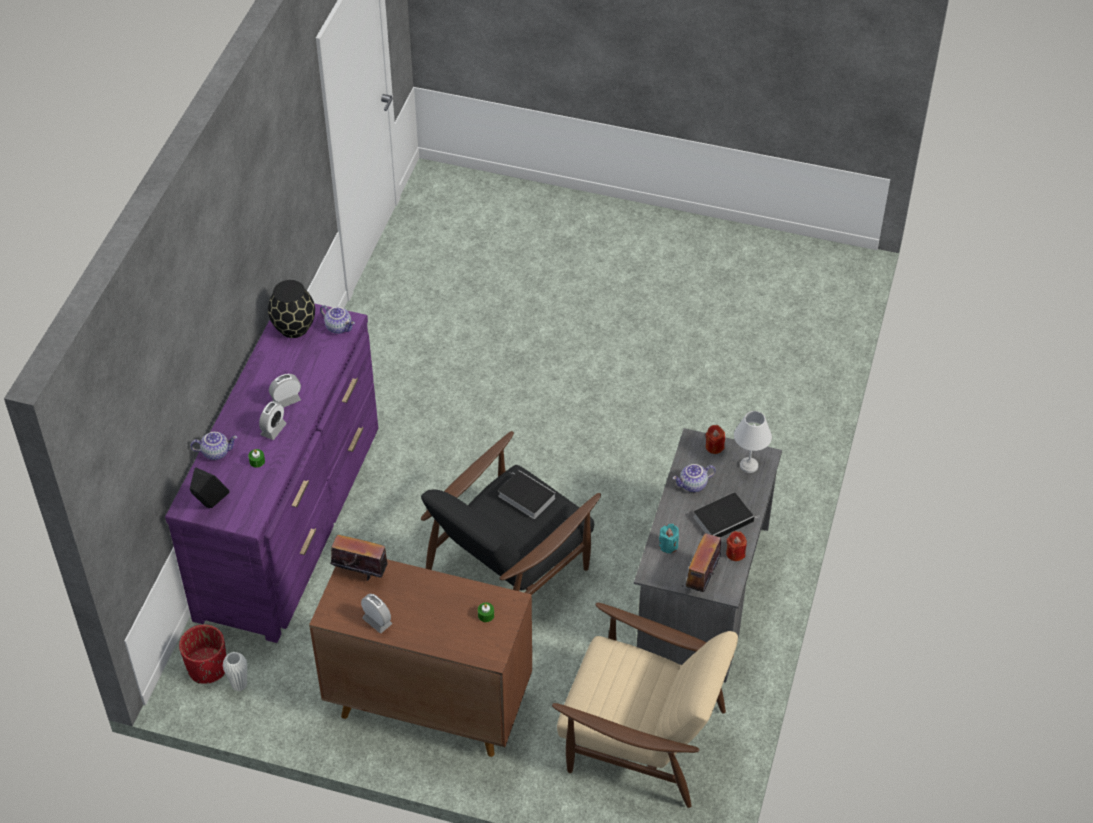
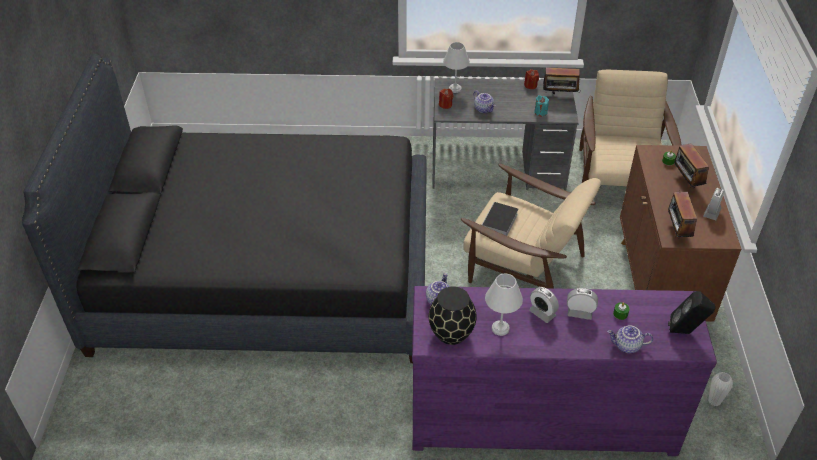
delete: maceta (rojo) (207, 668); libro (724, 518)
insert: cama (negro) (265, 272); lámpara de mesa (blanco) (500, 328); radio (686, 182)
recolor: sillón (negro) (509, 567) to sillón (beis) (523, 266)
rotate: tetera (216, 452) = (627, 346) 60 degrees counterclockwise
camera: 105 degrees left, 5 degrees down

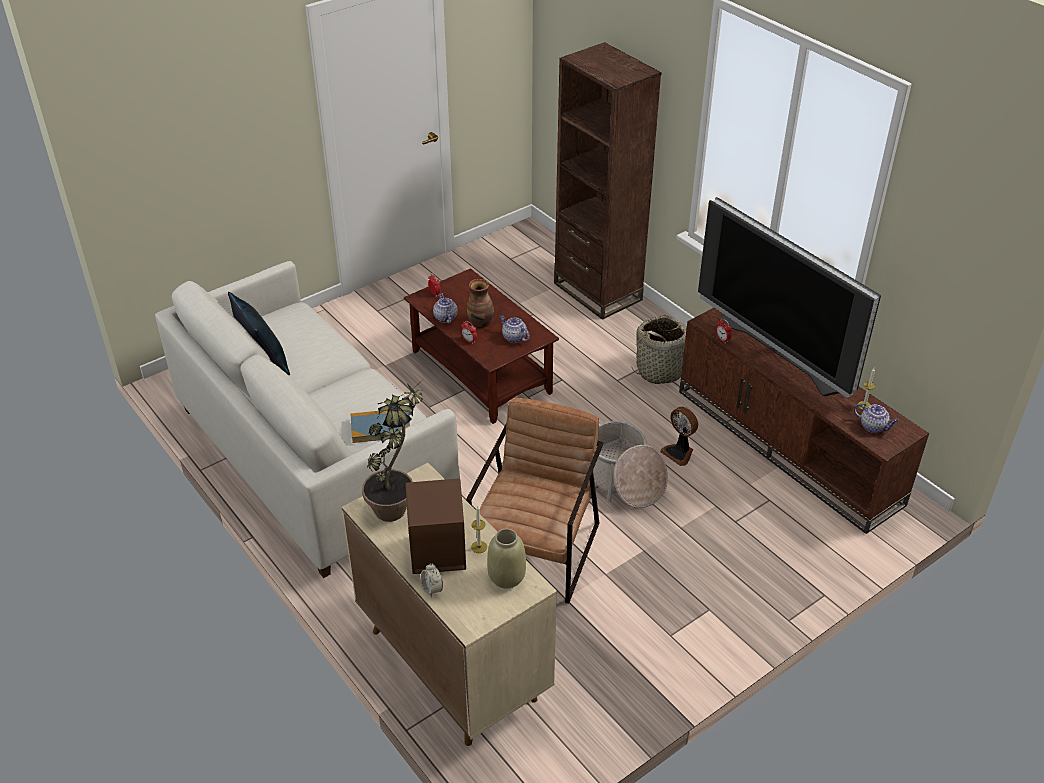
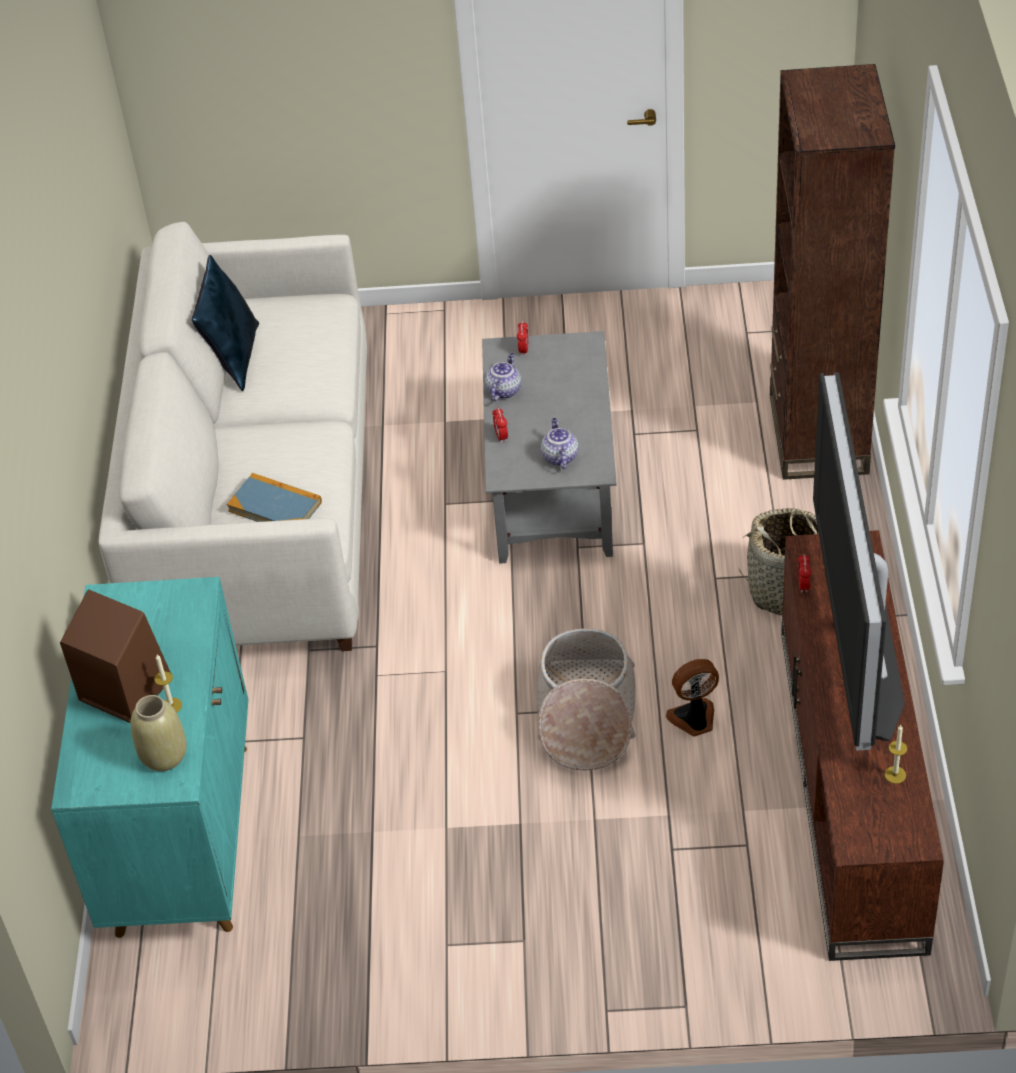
delete: planta en maceta (397, 503); despertador (432, 589); florero (481, 323); sillón (marrón) (536, 550); tetera (873, 427)
recolor: armario (beis) (452, 663) to armario (turquesa) (183, 836); mesa de centro (marrón) (480, 371) to mesa de centro (gris) (551, 483)
rotate: ventilador (679, 453) = (694, 719) 75 degrees clockwise
camera: 40 degrees right, 5 degrees up

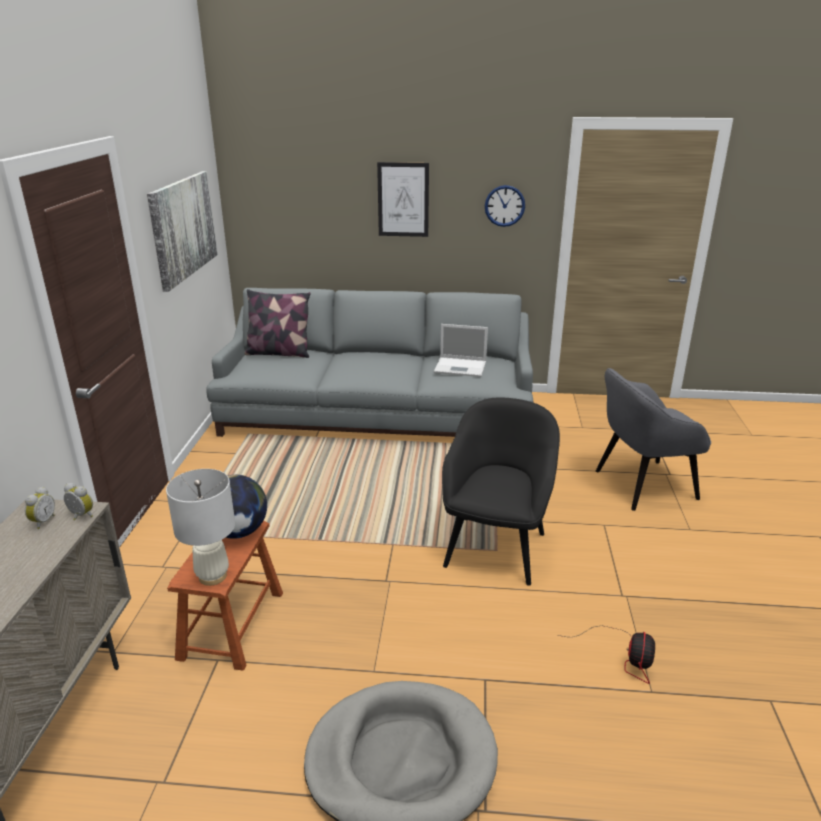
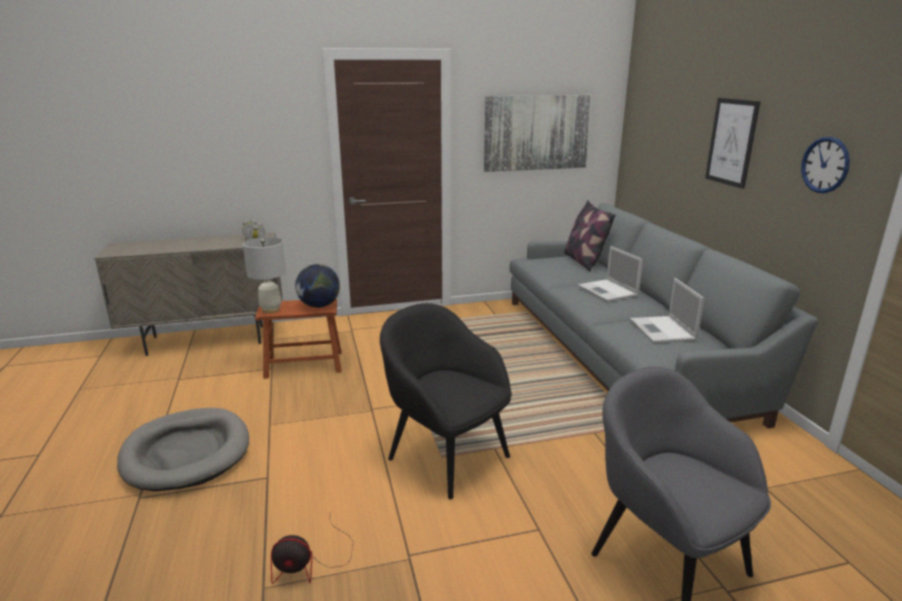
insert: portátil (608, 291)
rotate: sillón (negro) (496, 547) = (446, 456) 135 degrees counterclockwise
camera: 70 degrees right, 5 degrees down

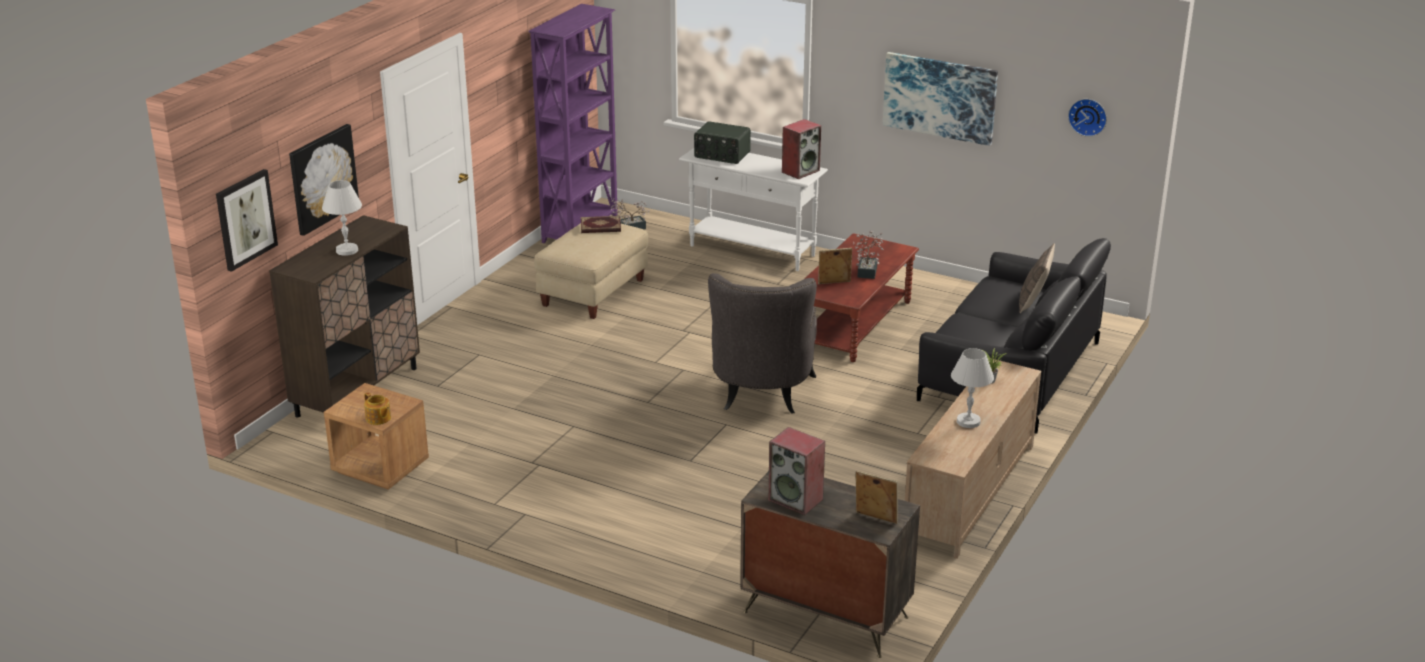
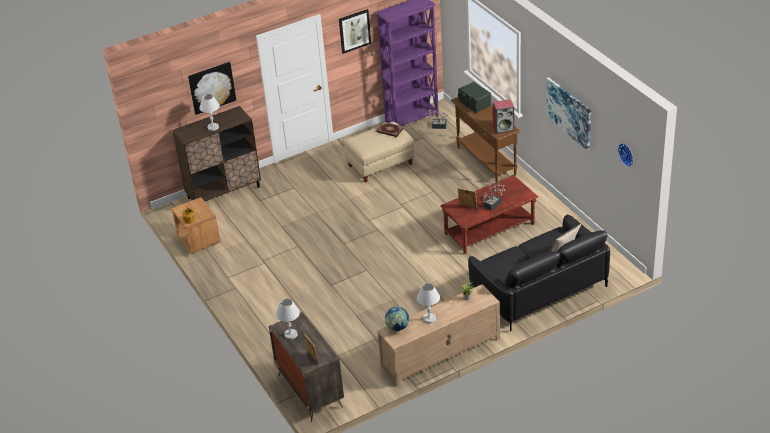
delete: sillón (gris) (761, 395)
insert: globo terráqueo (397, 328)
move: cuadro (245, 219) to (354, 30)
replace: altavoz (796, 499) to lámpara de mesa (blanco) (291, 334)
recolor: mesa consola (blanco) (752, 251) to mesa consola (marrón) (486, 161)
camera: 35 degrees right, 10 degrees up

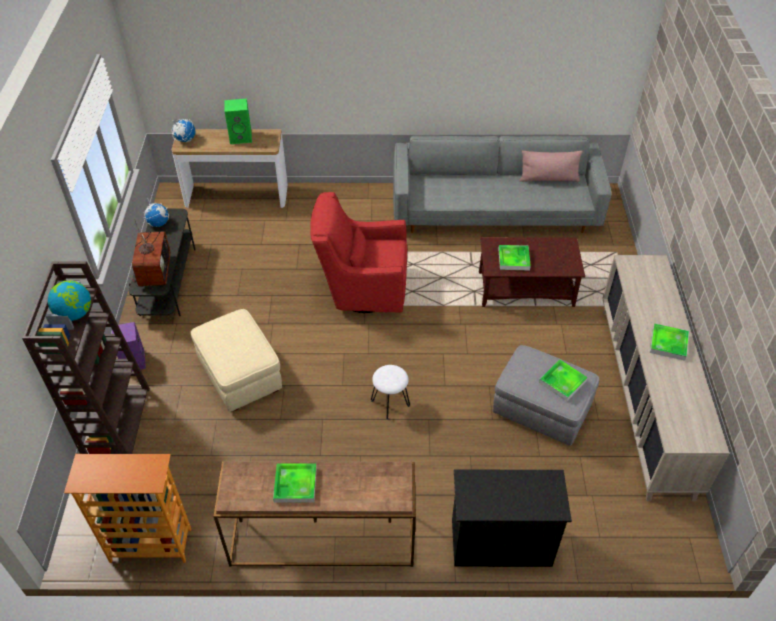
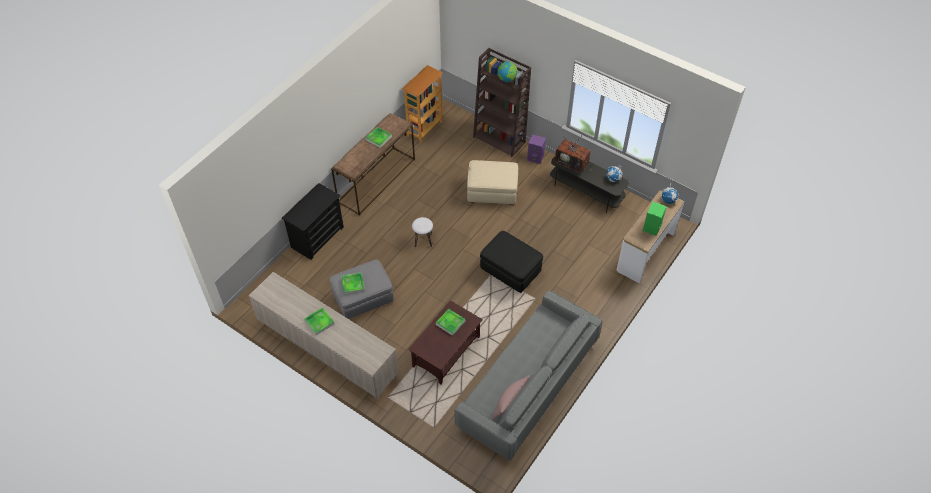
replace: sillón (rojo) (362, 290) to puf (negro) (510, 271)
camera: 125 degrees right, 5 degrees up

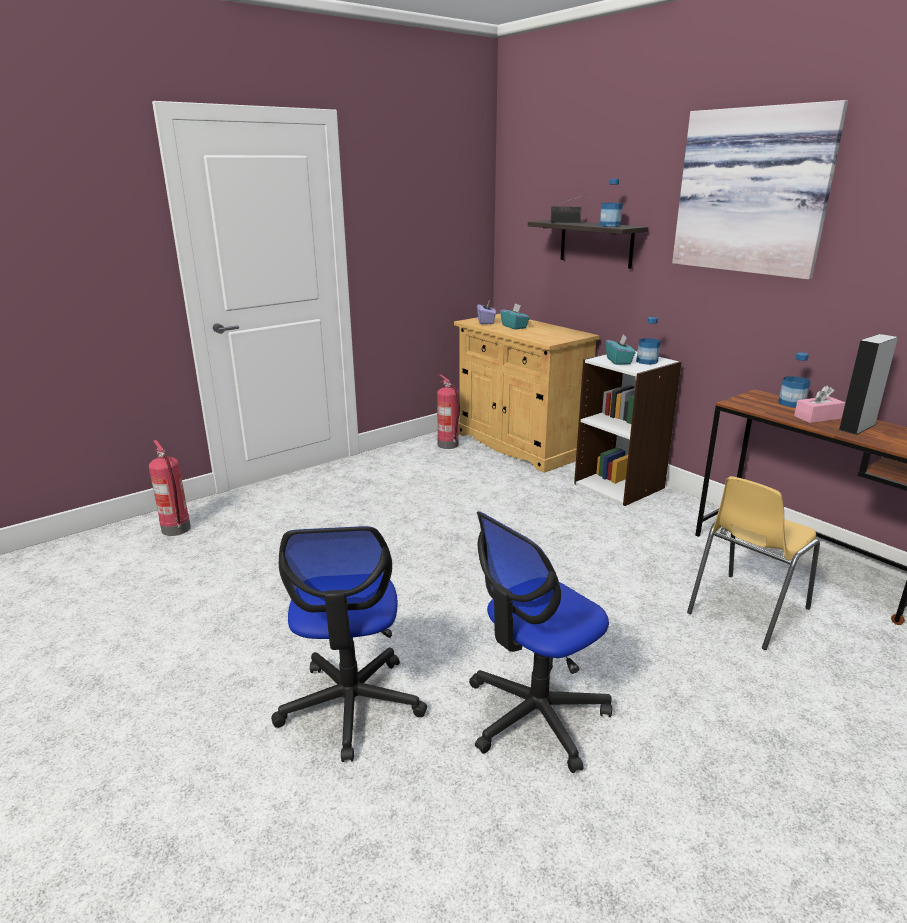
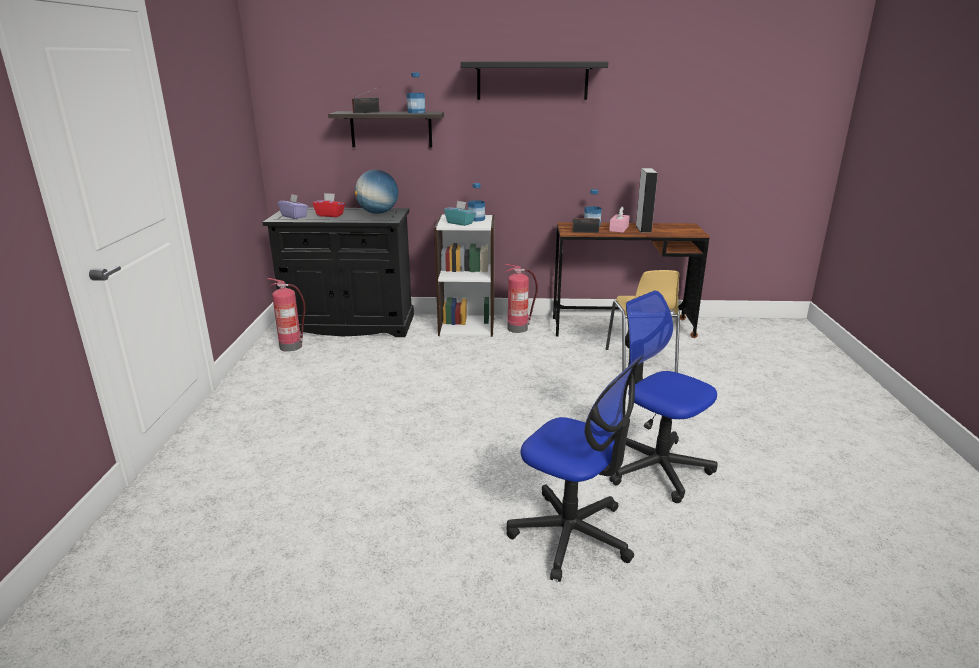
insert: globo terráqueo (378, 213); radio (587, 232)
move: extintor (177, 529) to (518, 328)
replace: cuadro (754, 191) to estante (negro) (532, 80)
recolor: armario (beis) (519, 444) to armario (negro) (349, 325); caja de pañuelos (turquesa) (514, 327) to caja de pañuelos (rojo) (330, 215)
rotate: silla de oficina (535, 715) = (657, 467) 135 degrees clockwise
camera: 50 degrees left, 0 degrees up

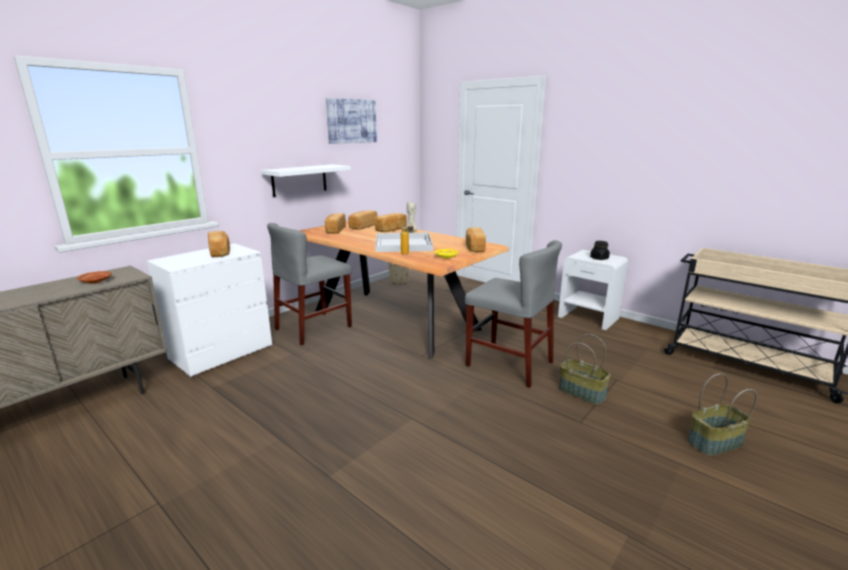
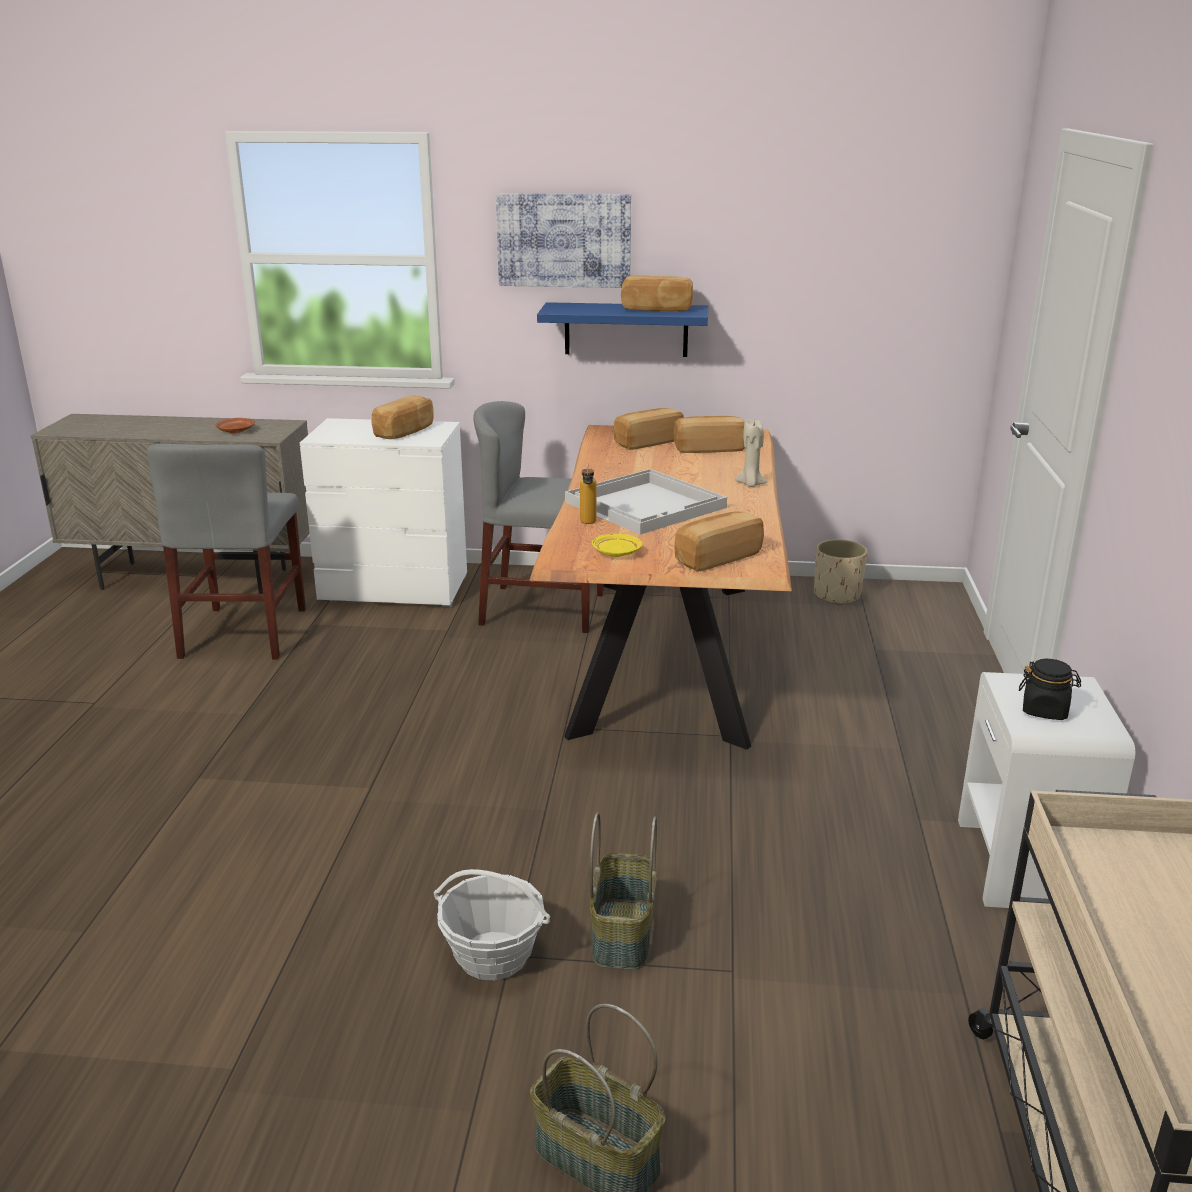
insert: cesta (493, 955)
move: cuadro (351, 121) to (564, 240); pan (392, 229) to (656, 309); silla (gris) (509, 364) to (244, 632)
recolor: estante (blanco) (299, 180) to estante (azul) (626, 329)
camera: 55 degrees right, 5 degrees up

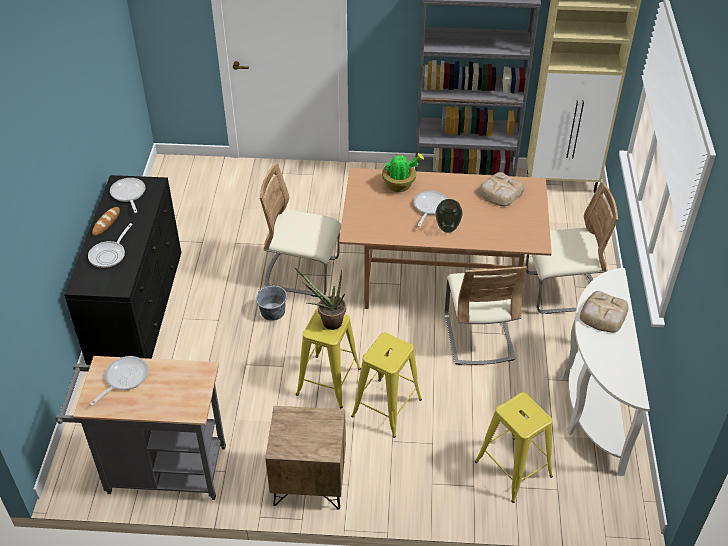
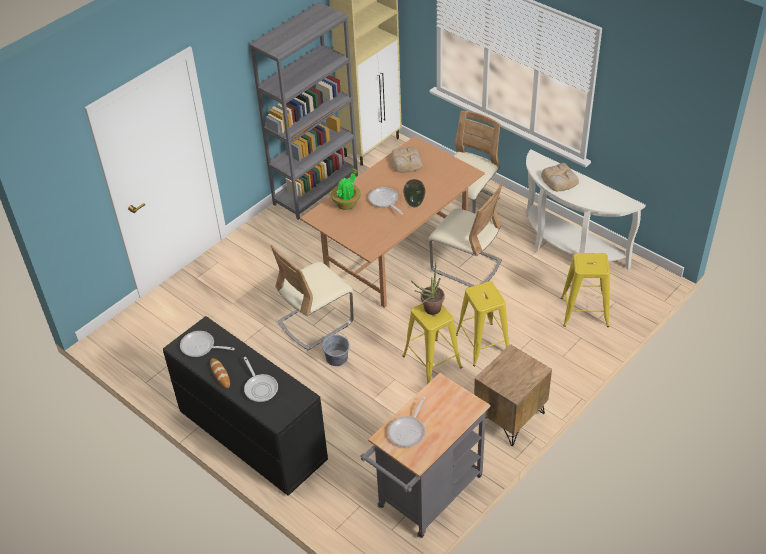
rotate: sartén (124, 379) = (408, 431) 135 degrees counterclockwise
camera: 50 degrees left, 0 degrees up

